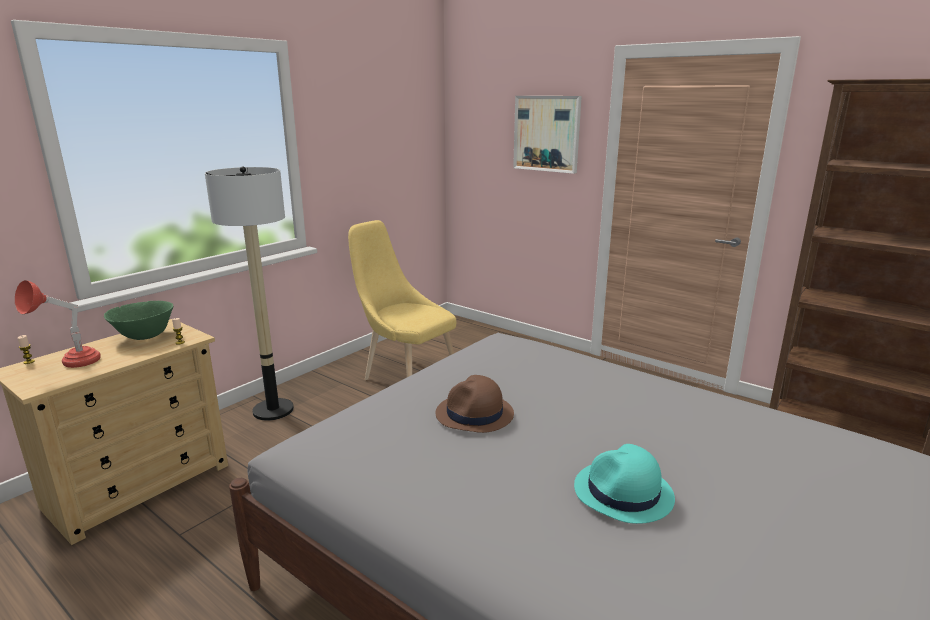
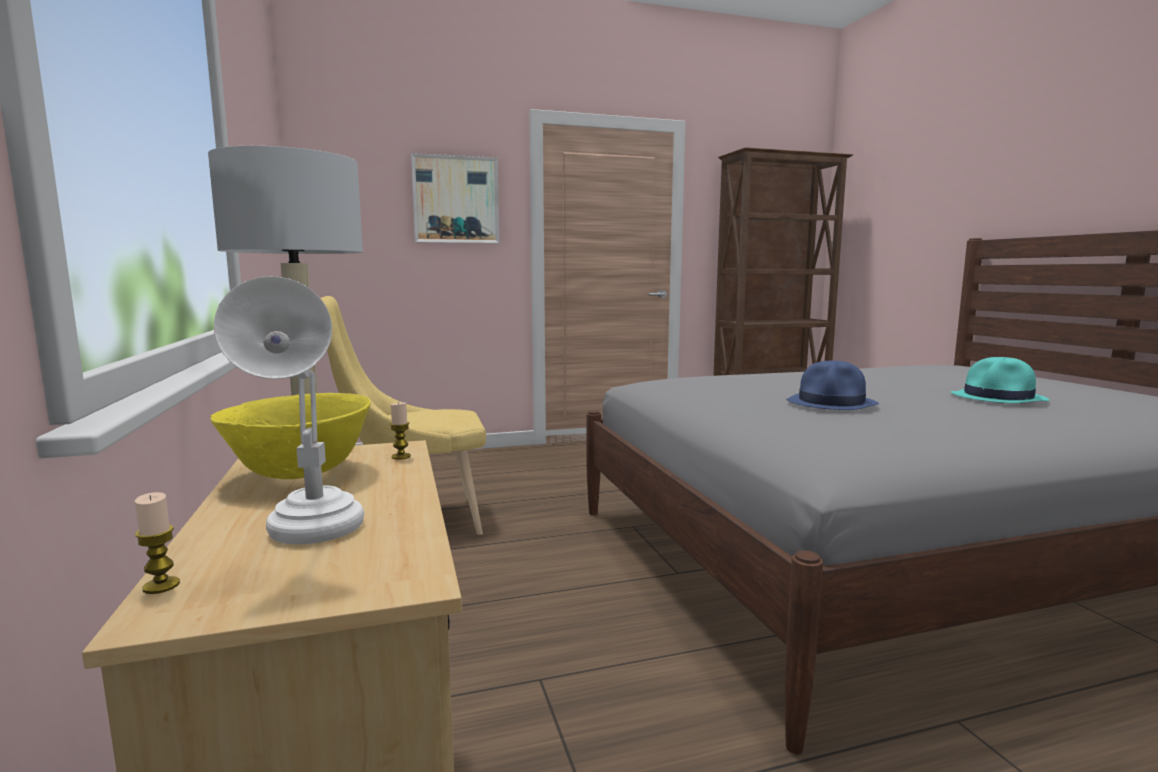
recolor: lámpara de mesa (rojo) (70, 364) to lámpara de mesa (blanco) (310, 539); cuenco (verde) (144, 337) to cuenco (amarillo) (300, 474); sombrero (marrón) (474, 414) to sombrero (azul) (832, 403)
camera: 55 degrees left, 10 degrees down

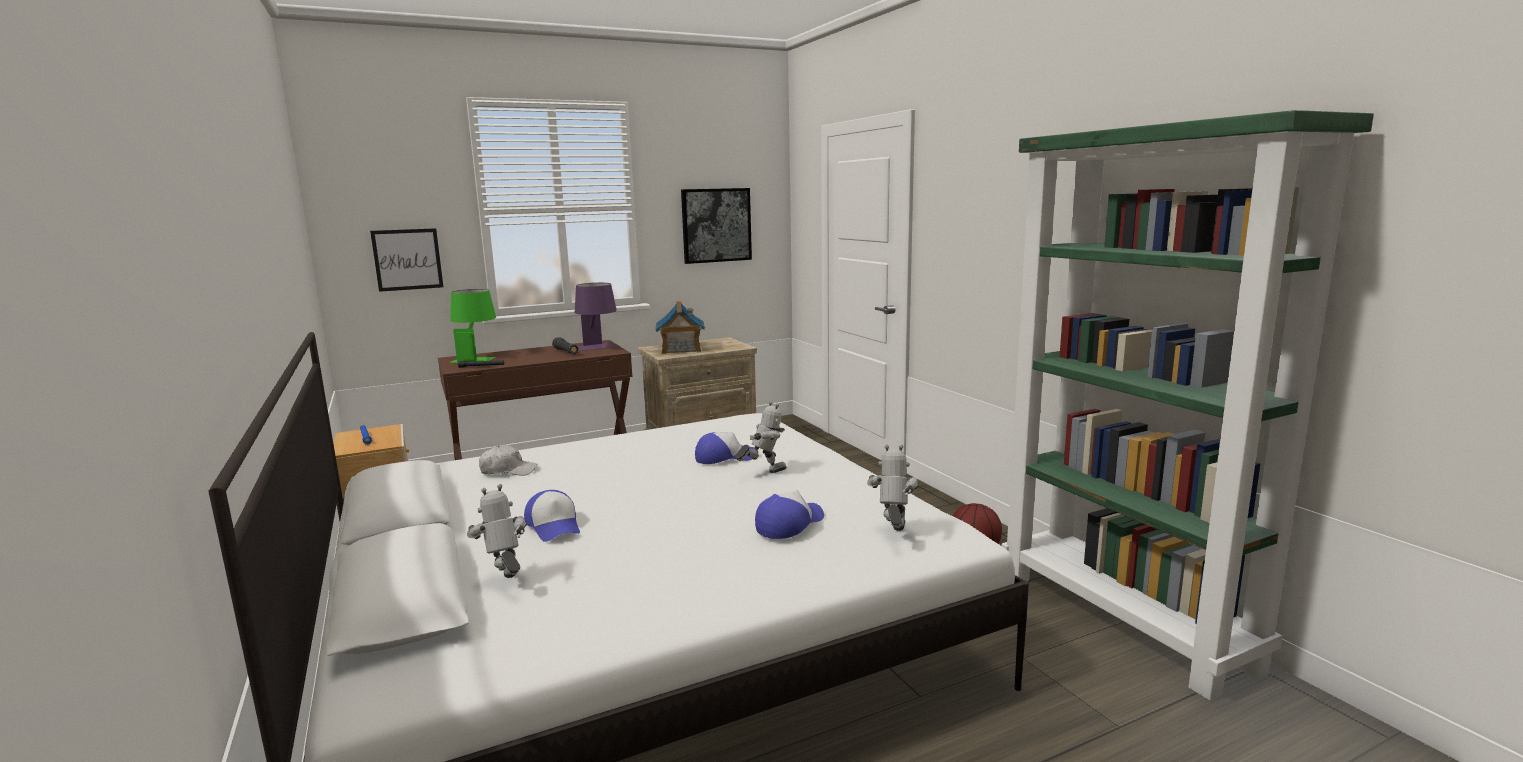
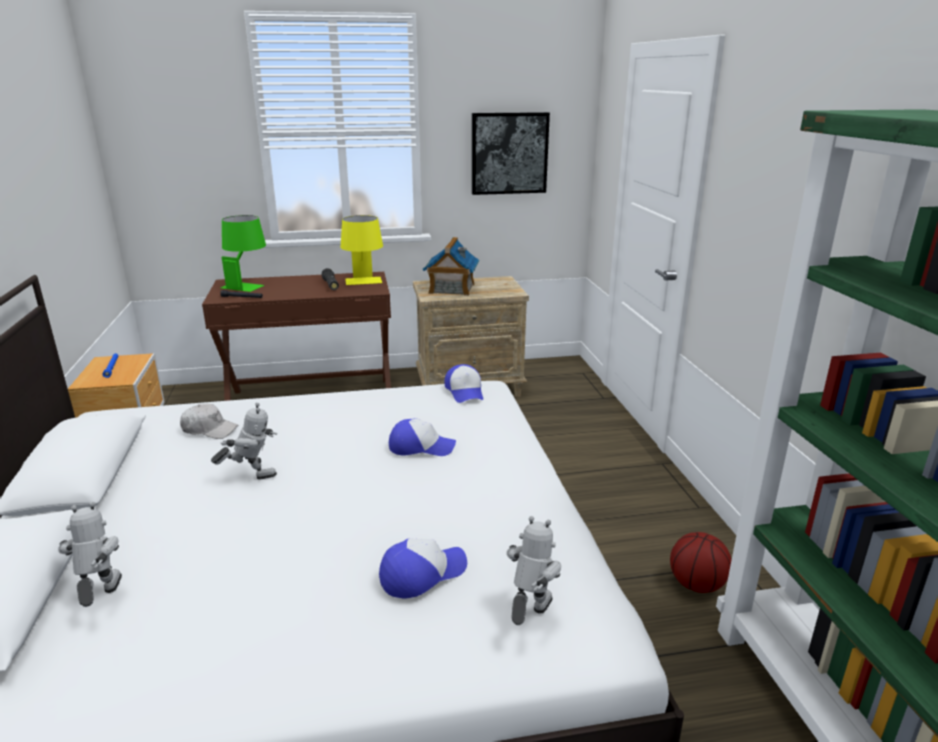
delete: cuadro (407, 259)
move: gorra (554, 526) to (465, 391); robot de juguete (763, 472) to (251, 476)
recolor: lámpara de mesa (morado) (598, 348) to lámpara de mesa (amarillo) (364, 283)
camera: 15 degrees right, 10 degrees up

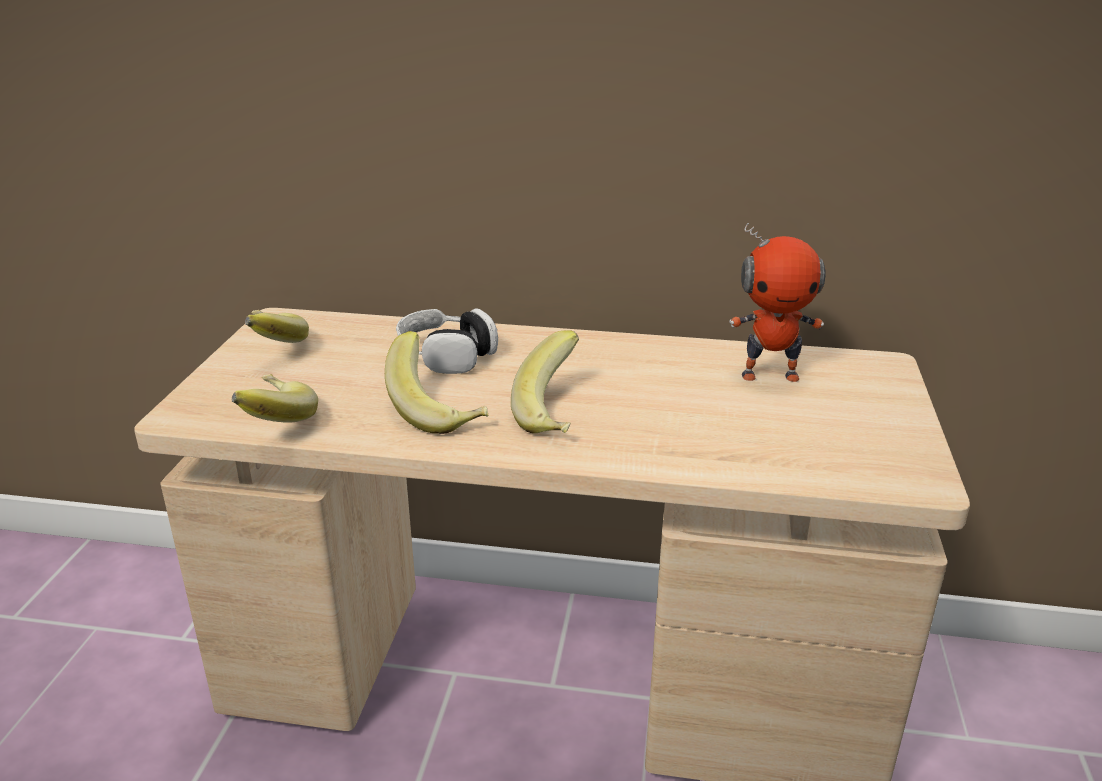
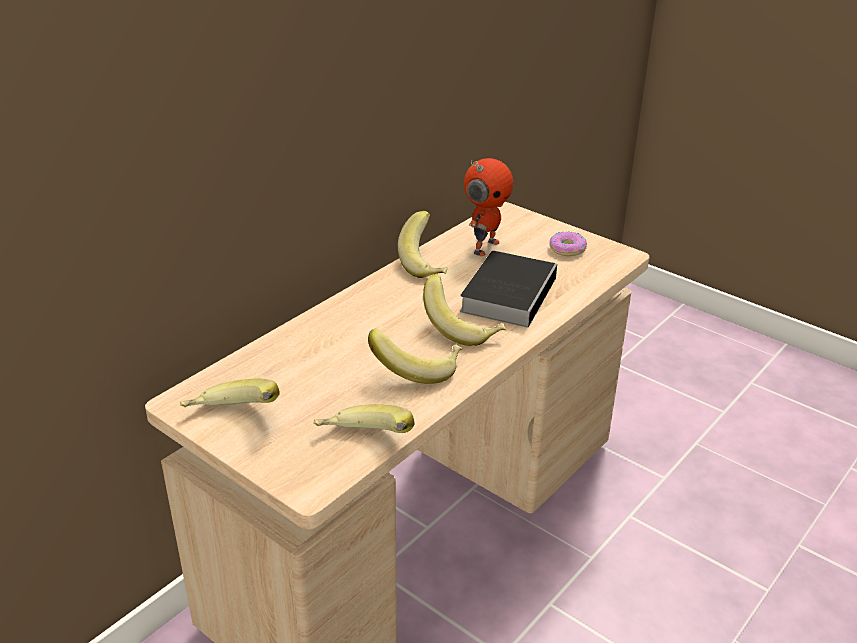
delete: auriculares (446, 355)
insert: plátano (427, 264); libro (509, 293); rosquilla (567, 249)
camera: 60 degrees left, 5 degrees up

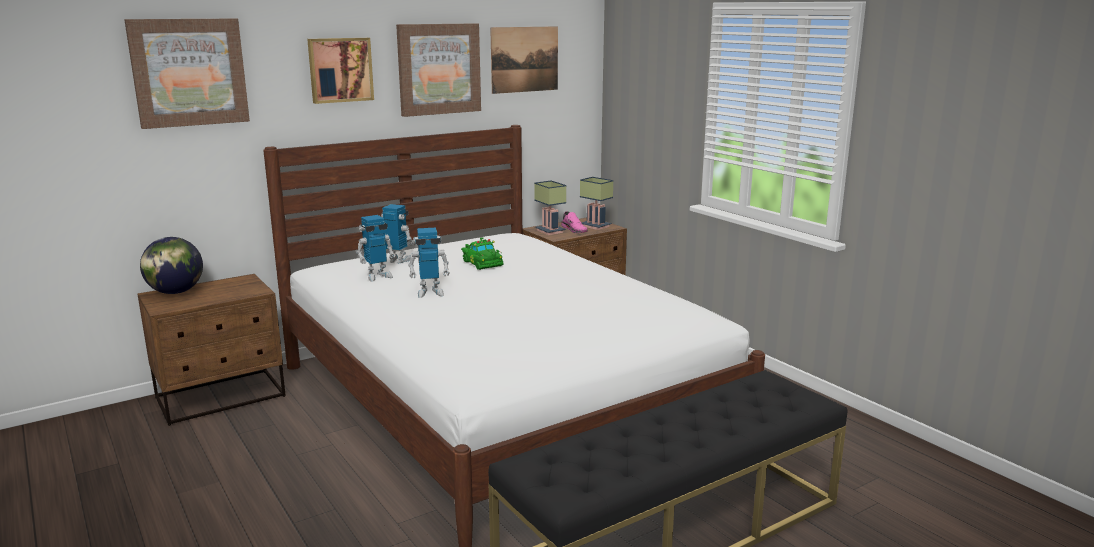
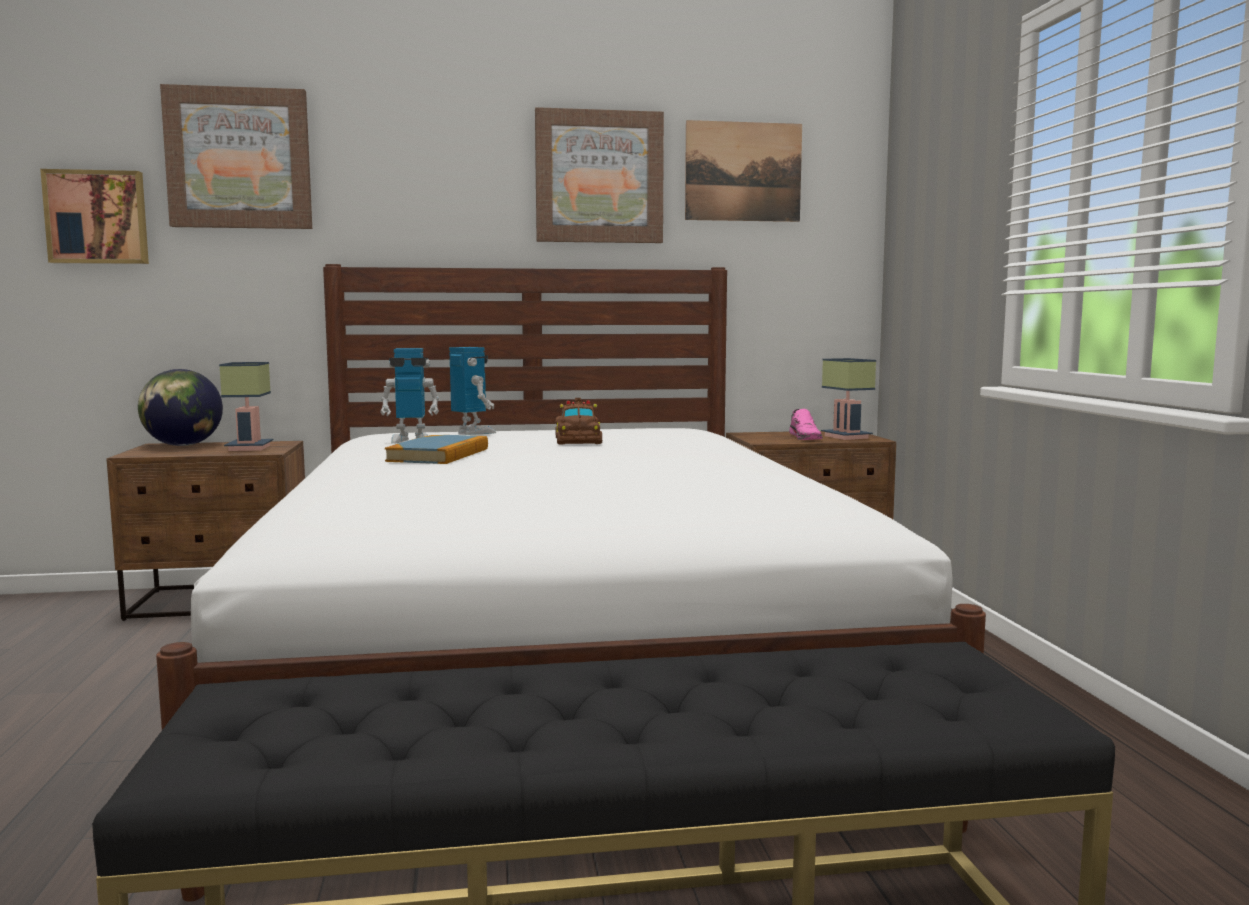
move: cuadro (340, 70) to (97, 217); lámpara de mesa (551, 231) to (251, 448)
replace: robot de juguete (430, 292) to libro (439, 455)
recolor: coche de juguete (verde) (482, 263) to coche de juguete (marrón) (579, 440)
camera: 25 degrees right, 10 degrees down

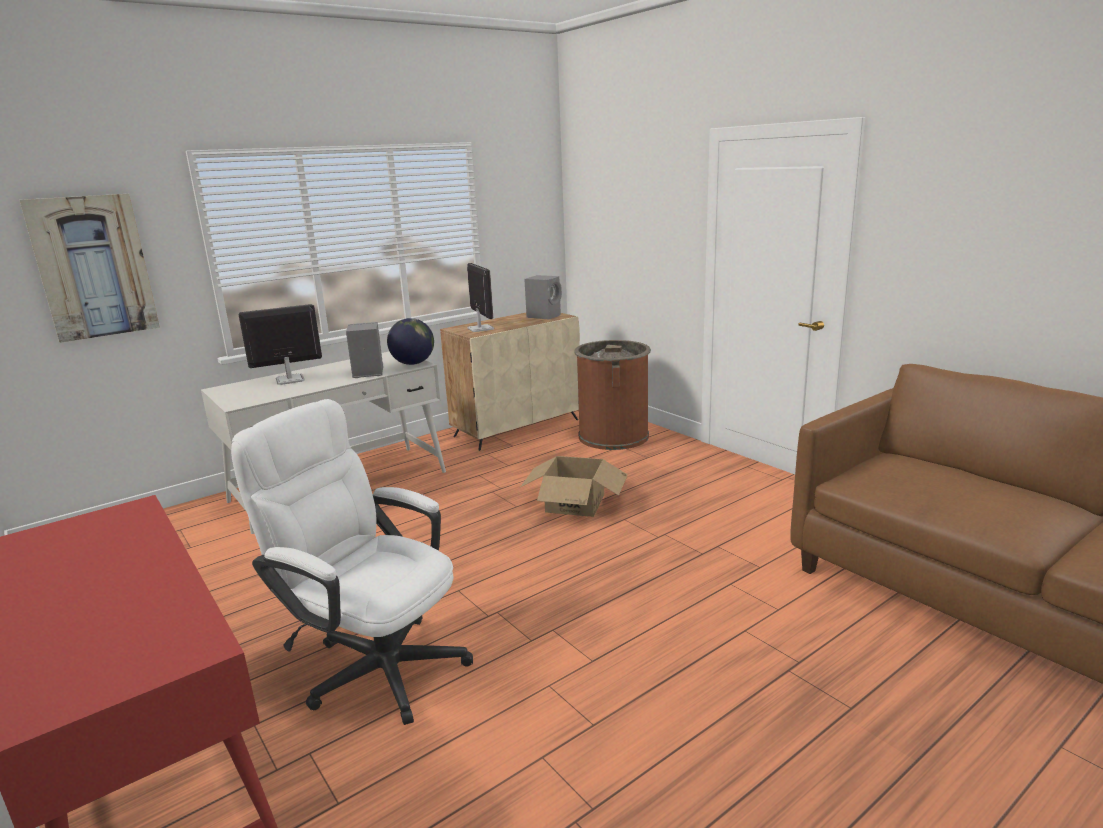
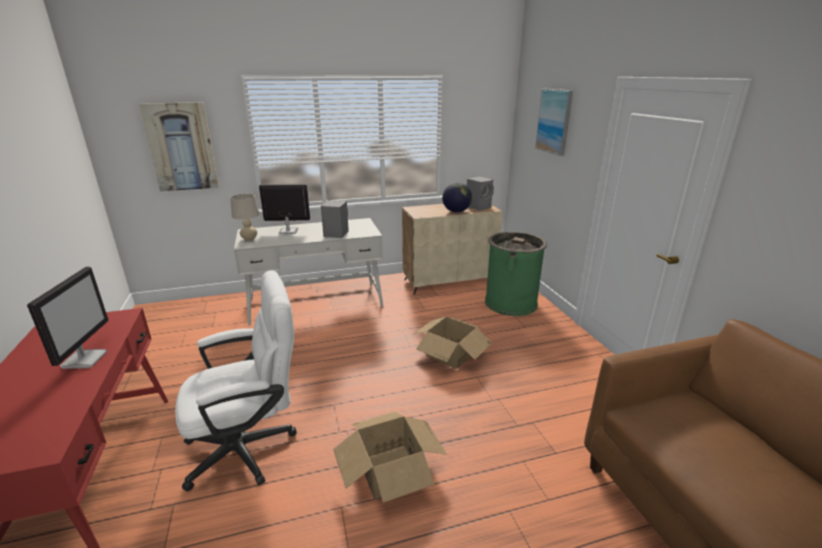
insert: lámpara de mesa (beis) (249, 239); caja de cartón (390, 470); cuadro (554, 121)
move: globo terráqueo (413, 363) to (456, 211); monitor (480, 329) to (84, 359)
recolor: papelera (marrón) (613, 436) to papelera (verde) (510, 303)
rotate: silla de oficina (blanco) (374, 663) = (251, 447) 105 degrees clockwise
camera: 20 degrees right, 5 degrees up

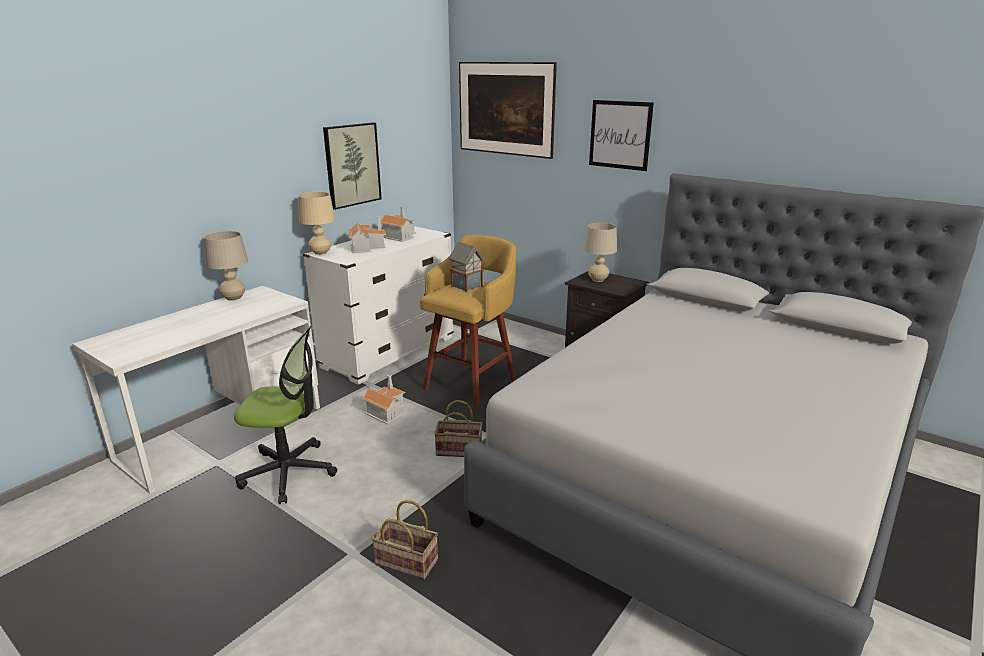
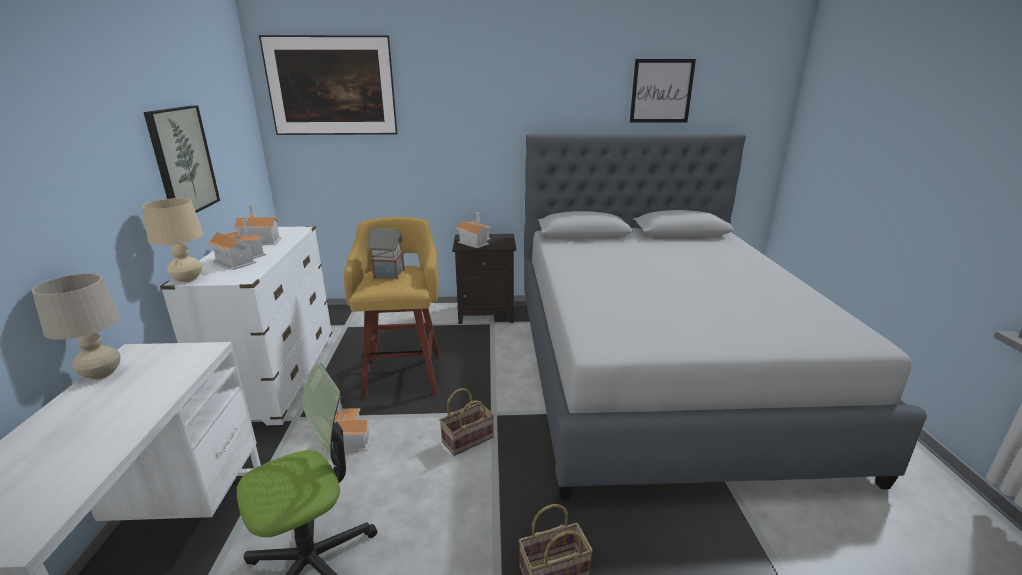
move: cuadro (620, 135) to (661, 91)
replace: lámpara de mesa (beis) (598, 280) to casita (475, 241)
camera: 40 degrees left, 0 degrees up

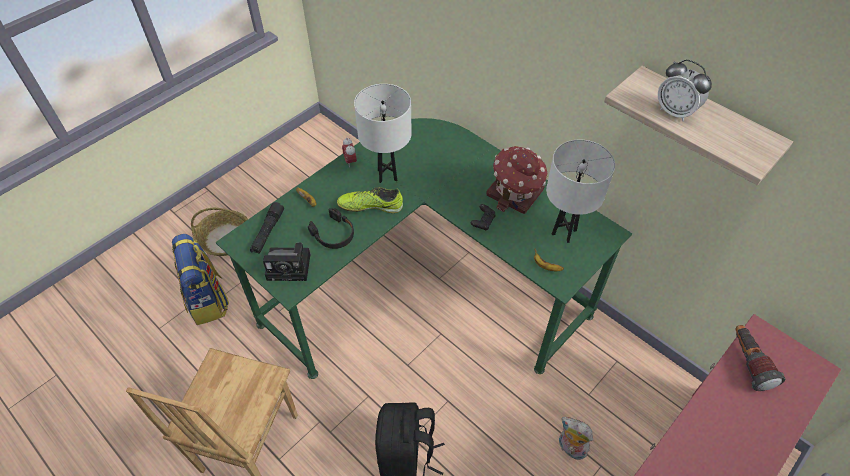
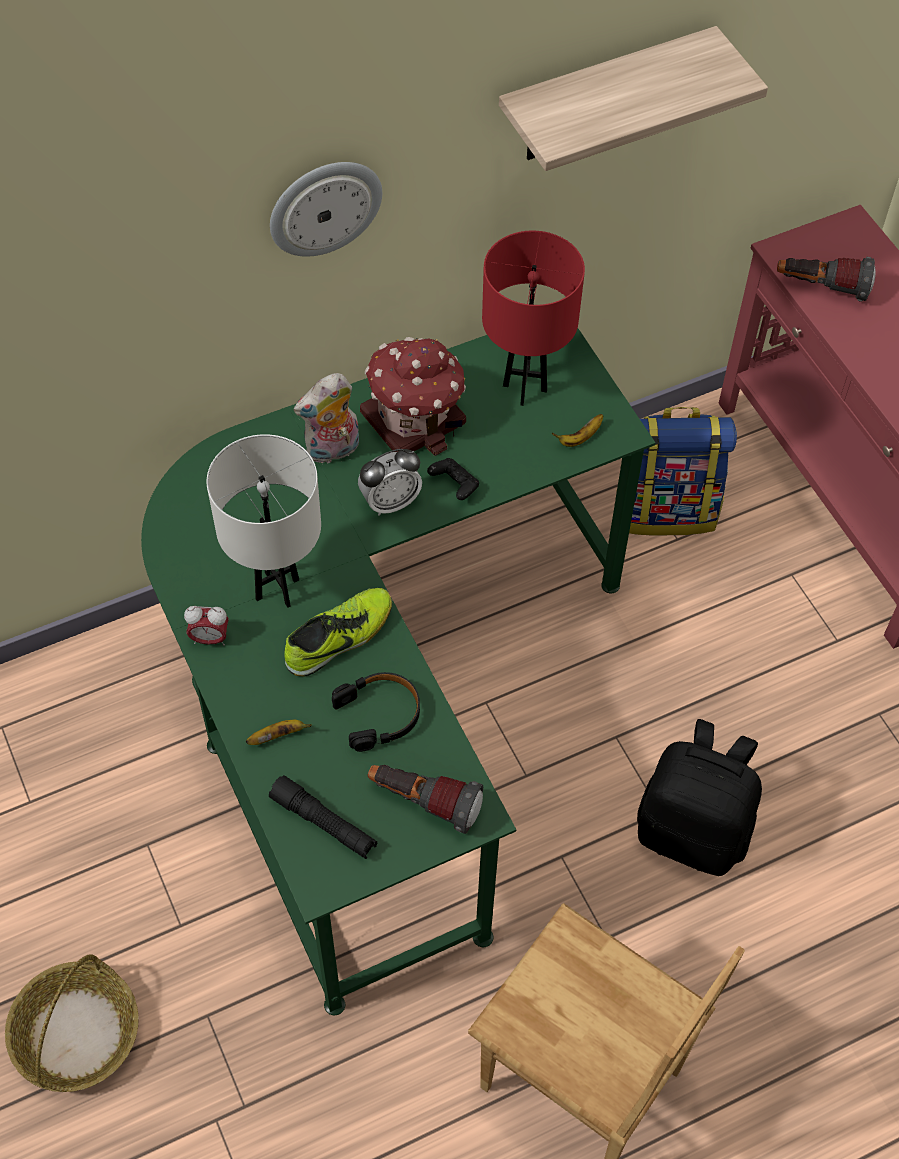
insert: reloj de pared (324, 207)
move: mochila (208, 300) to (667, 509); peluche (570, 448) to (332, 450); despertador (675, 112) to (390, 502)
replace: cámara (291, 266) to linterna (424, 802)
recolor: lámpara de mesa (blanco) (564, 232) to lámpara de mesa (rojo) (525, 388)
rotate: zapato (370, 206) = (340, 638) 150 degrees counterclockwise
camera: 70 degrees left, 5 degrees up

